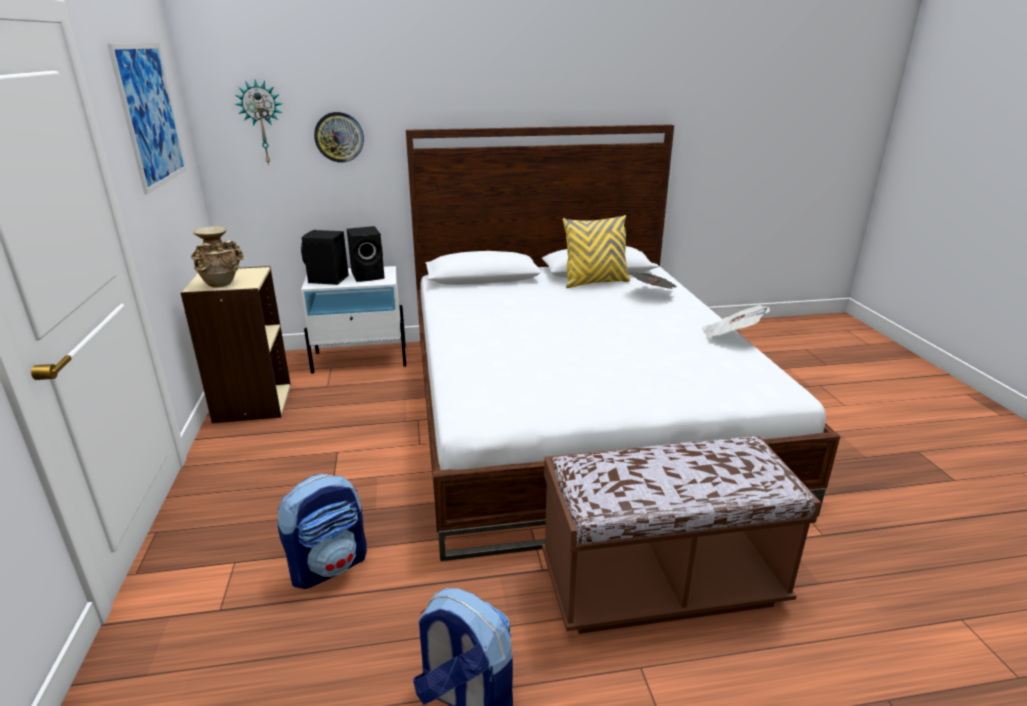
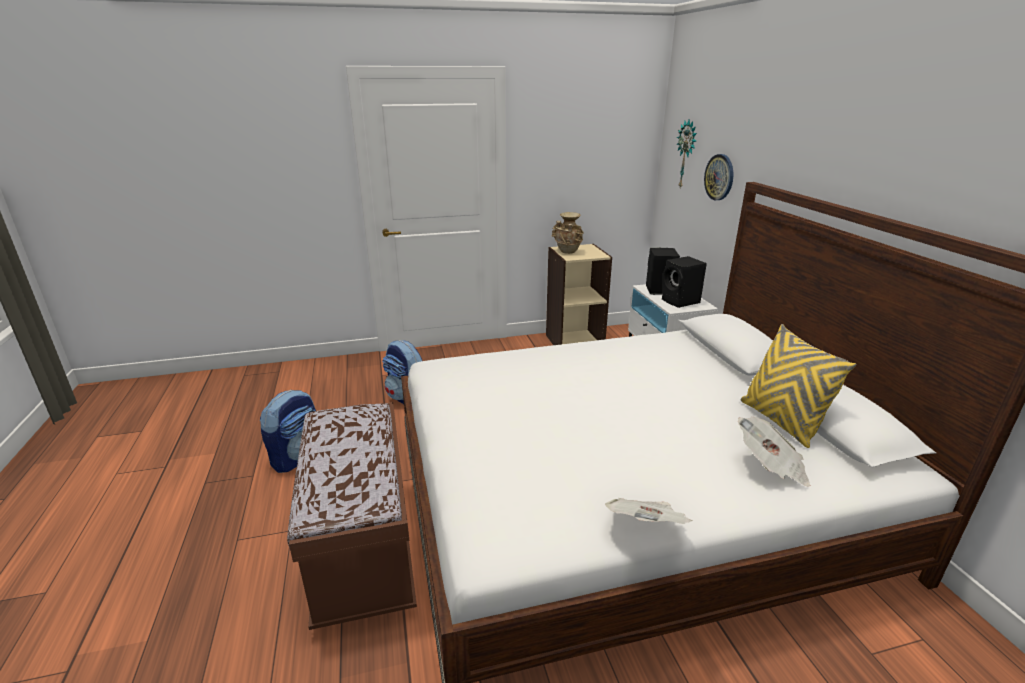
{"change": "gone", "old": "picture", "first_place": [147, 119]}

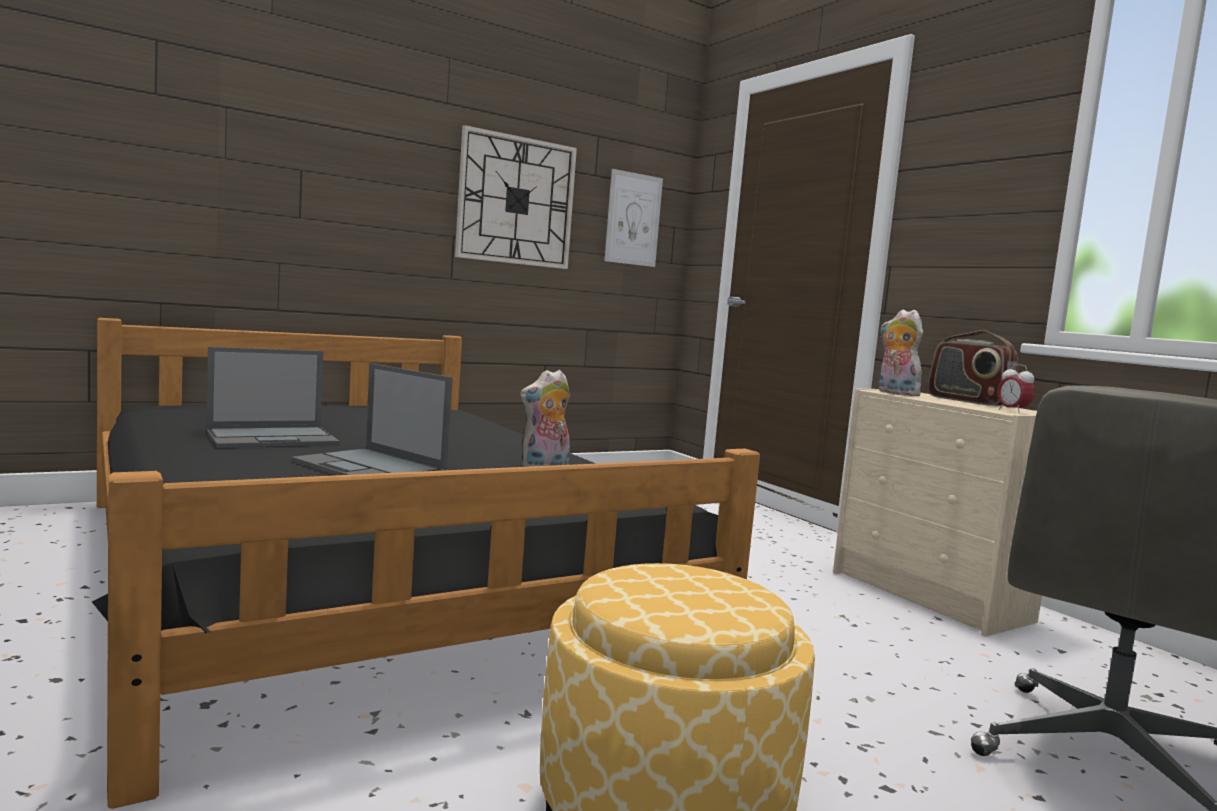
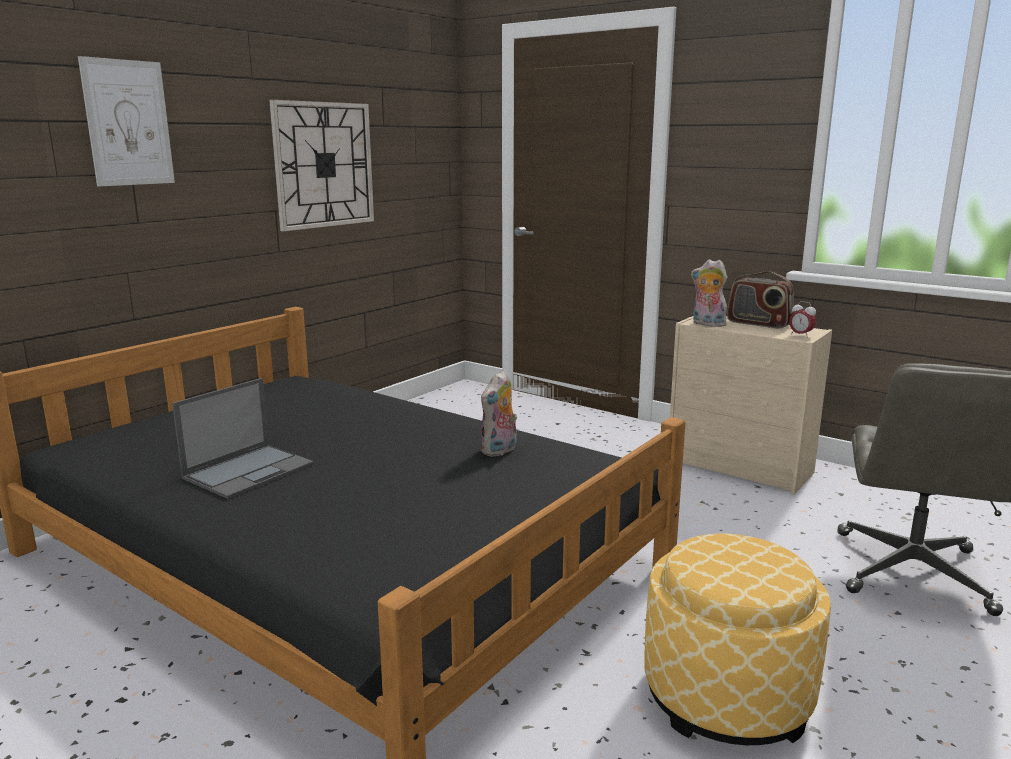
{"change": "shifted", "old": "picture", "first_place": [633, 218], "second_place": [126, 121]}
{"change": "gone", "old": "notebook computer", "first_place": [372, 419]}

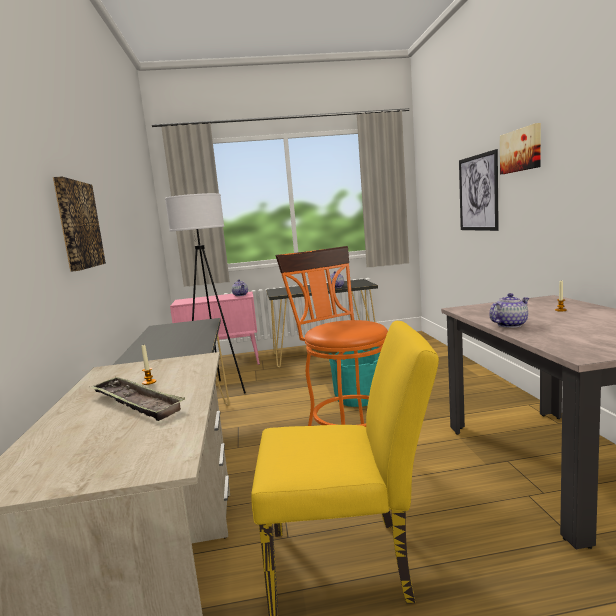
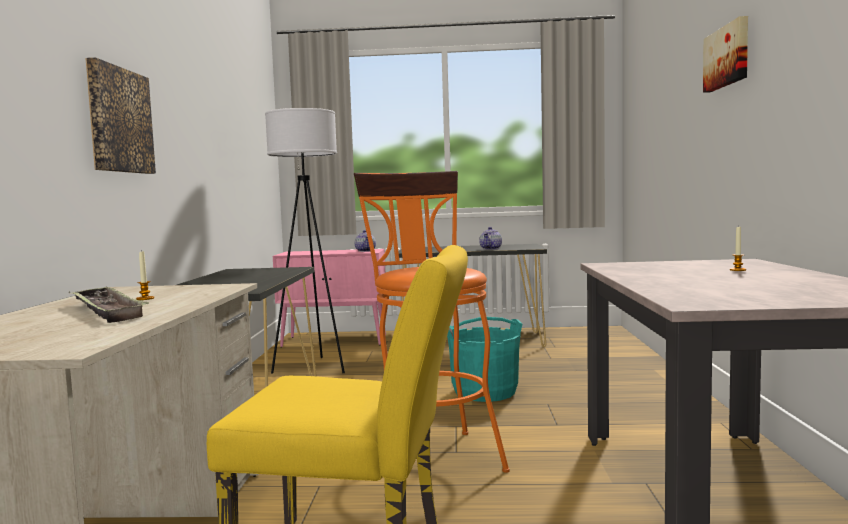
{"change": "gone", "old": "picture", "first_place": [479, 190]}
{"change": "gone", "old": "pot for tea", "first_place": [509, 310]}

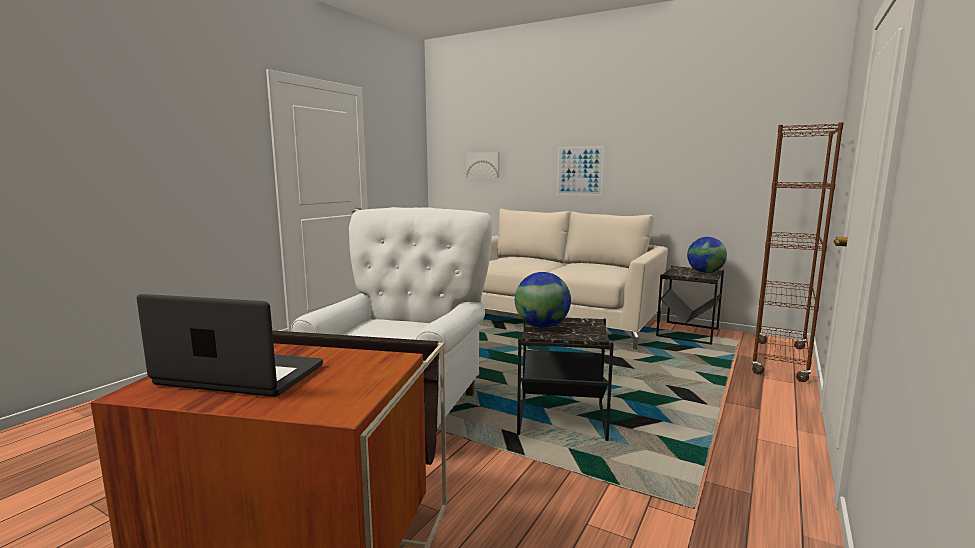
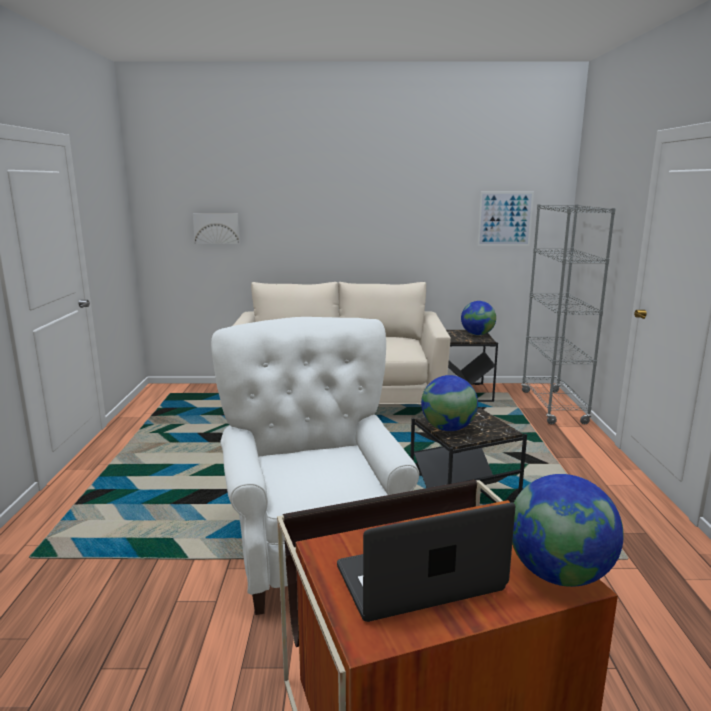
{"change": "repainted", "old": "brown-coloured bookshelf", "new": "gray bookshelf", "first_place": [797, 252], "second_place": [568, 314]}
{"change": "shifted", "old": "picture", "first_place": [580, 171], "second_place": [506, 219]}
{"change": "new", "new": "globe", "second_place": [568, 530]}

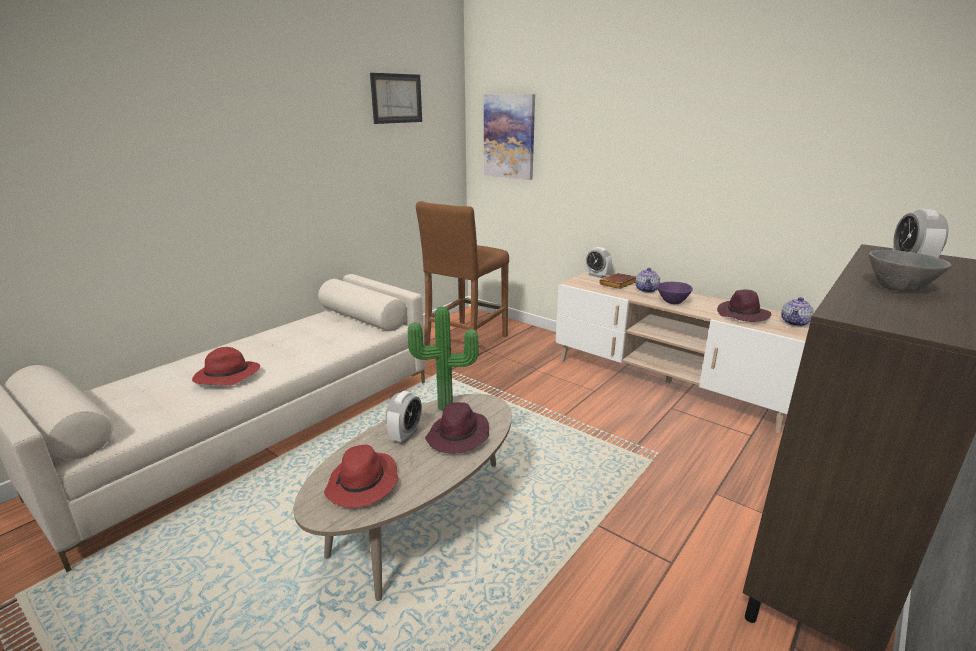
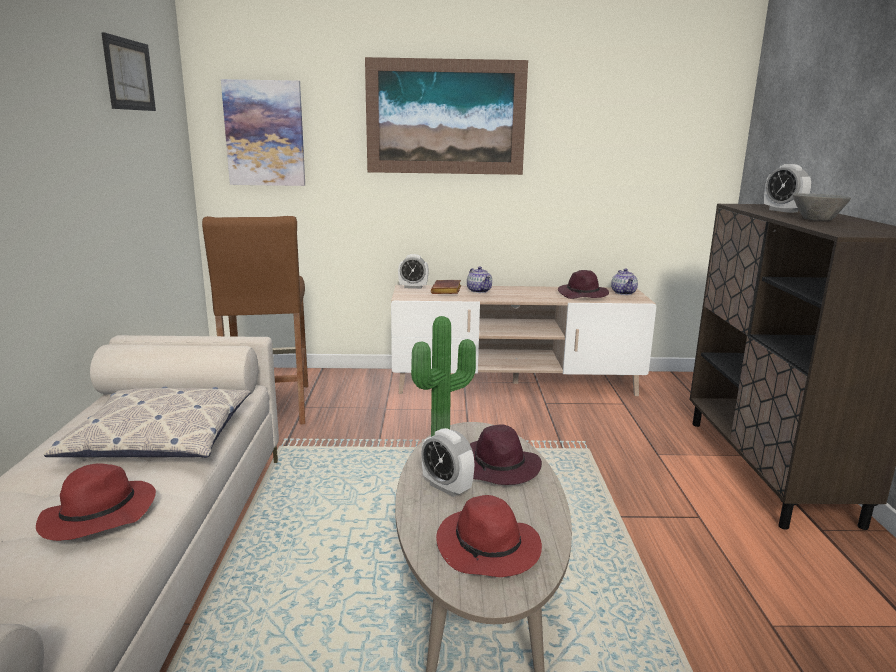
{"change": "gone", "old": "purple-coloured serving bowl", "first_place": [675, 293]}
{"change": "rotated", "old": "bedside clock", "first_place": [404, 417], "second_place": [447, 462], "degrees": 150}
{"change": "new", "new": "picture", "second_place": [446, 116]}
{"change": "new", "new": "cushion", "second_place": [147, 422]}

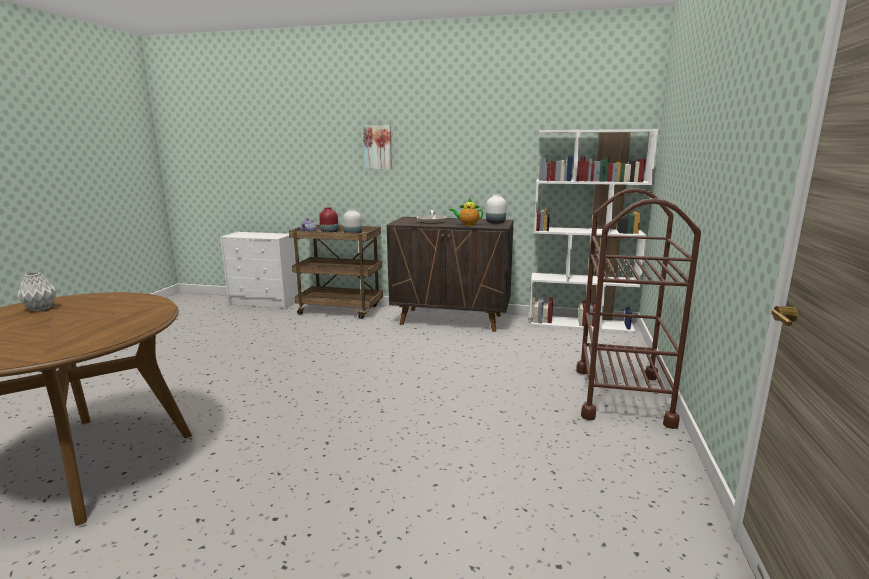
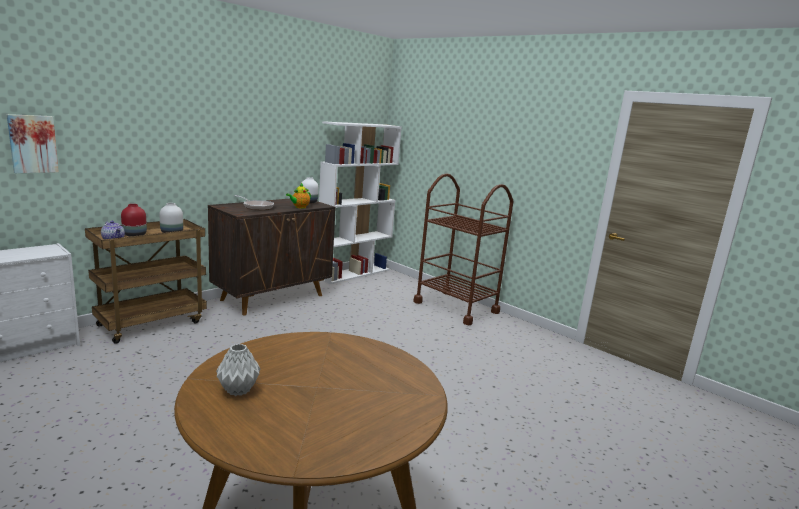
{"change": "shifted", "old": "picture", "first_place": [377, 147], "second_place": [33, 143]}

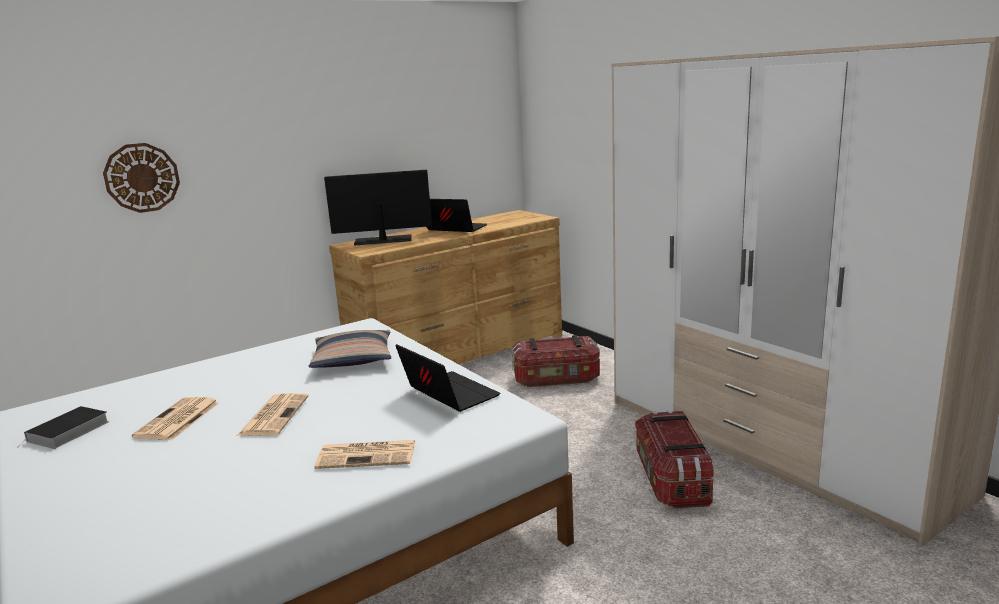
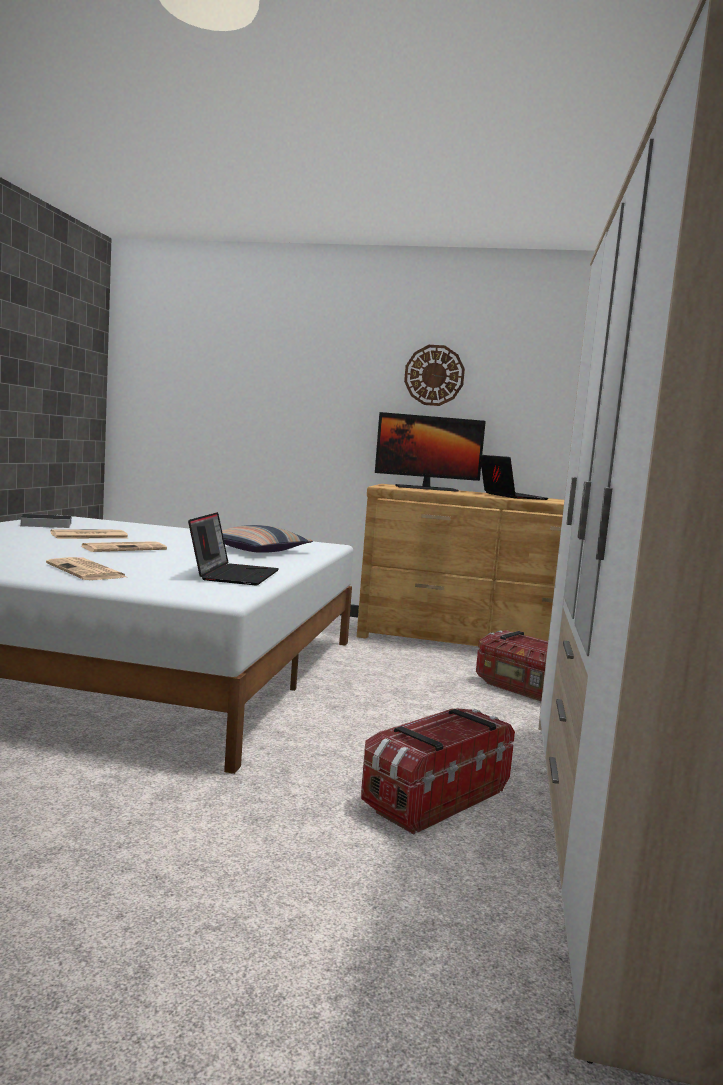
{"change": "shifted", "old": "wall clock", "first_place": [141, 178], "second_place": [434, 375]}
{"change": "rotated", "old": "computer screen", "first_place": [378, 208], "second_place": [430, 452], "degrees": 135}

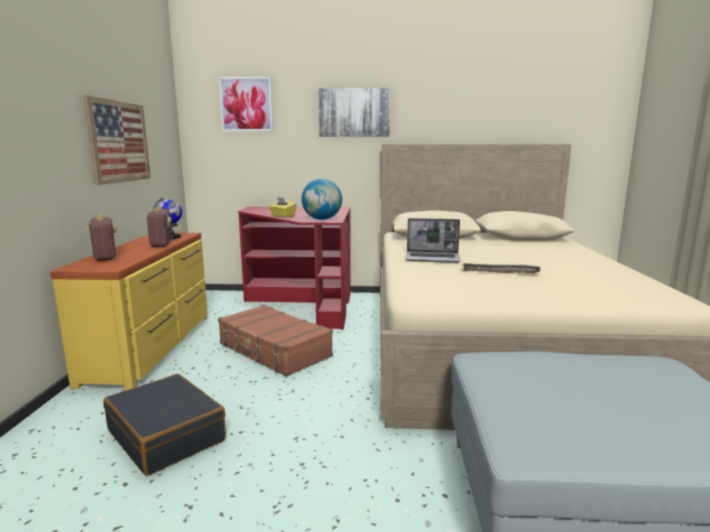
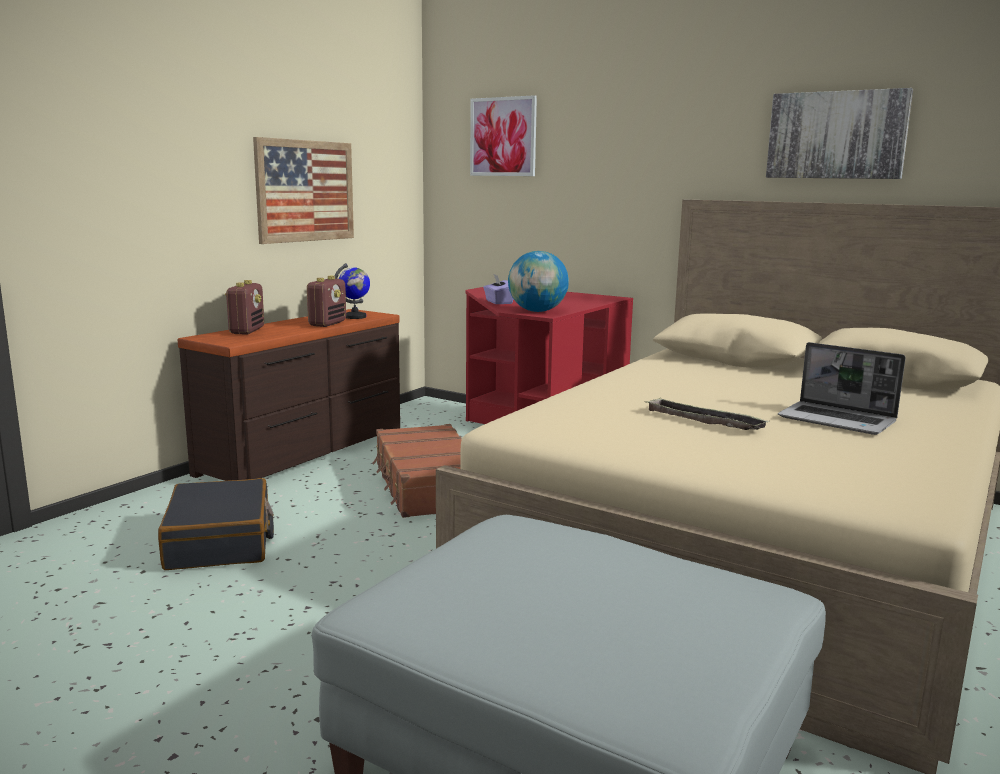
{"change": "shifted", "old": "picture", "first_place": [355, 112], "second_place": [839, 133]}
{"change": "repainted", "old": "yellow tissue holder", "new": "purple-coloured tissue holder", "first_place": [282, 207], "second_place": [498, 289]}
{"change": "shifted", "old": "notebook computer", "first_place": [432, 240], "second_place": [842, 388]}
{"change": "repainted", "old": "yellow drawer chest", "new": "brown-coloured drawer chest", "first_place": [129, 311], "second_place": [288, 395]}

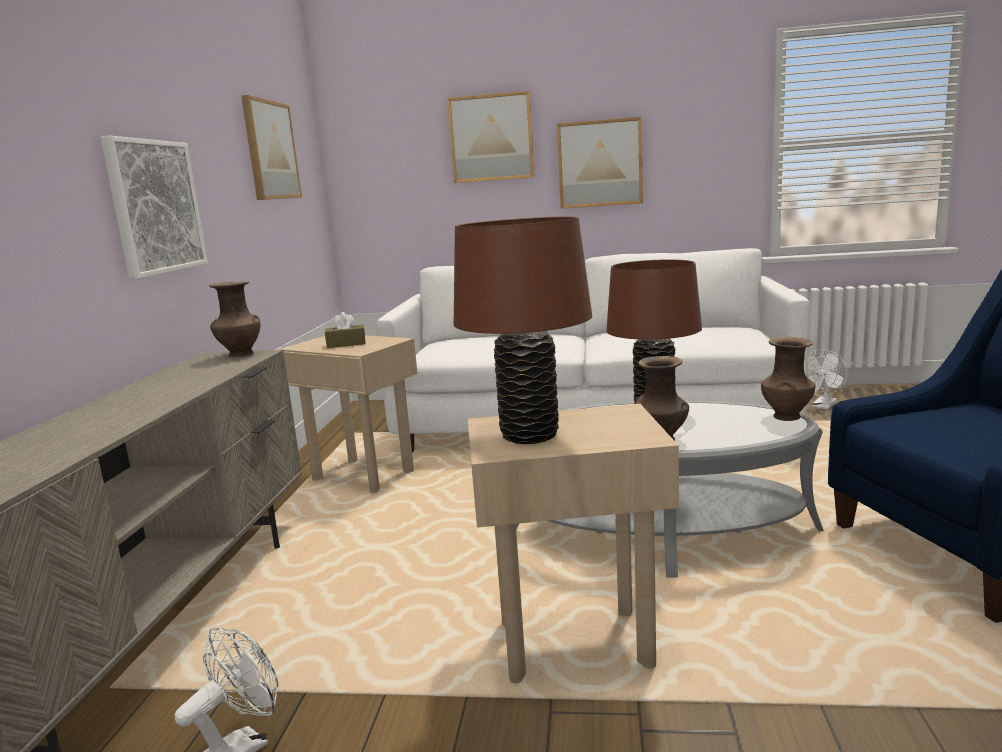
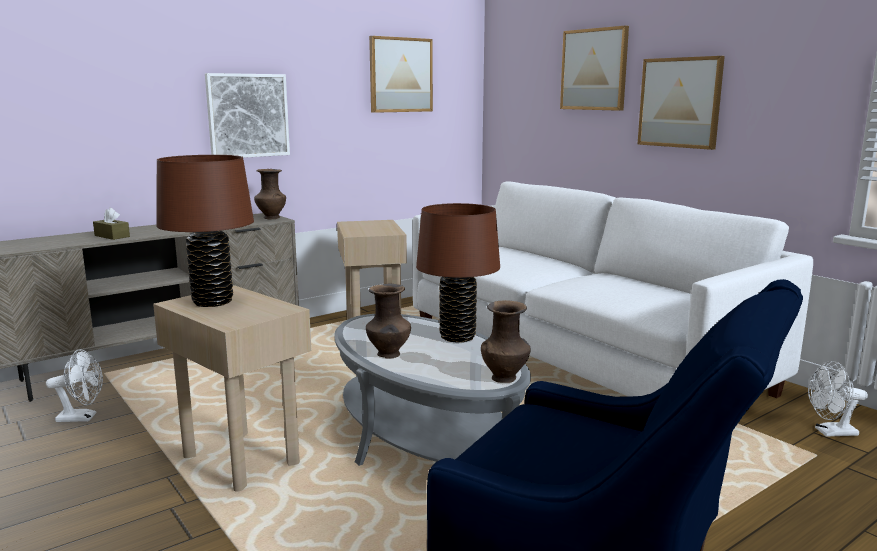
{"change": "shifted", "old": "brown-coloured tissue holder", "first_place": [345, 330], "second_place": [111, 224]}

